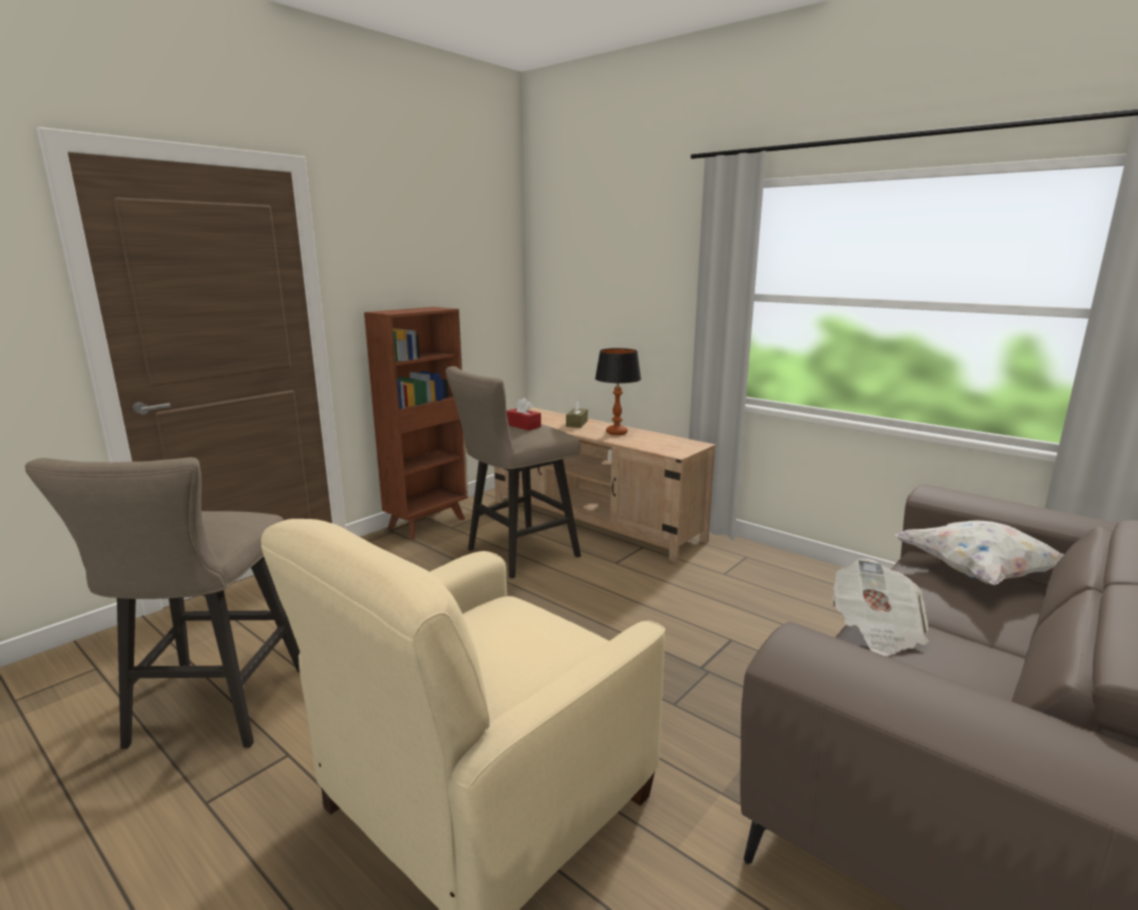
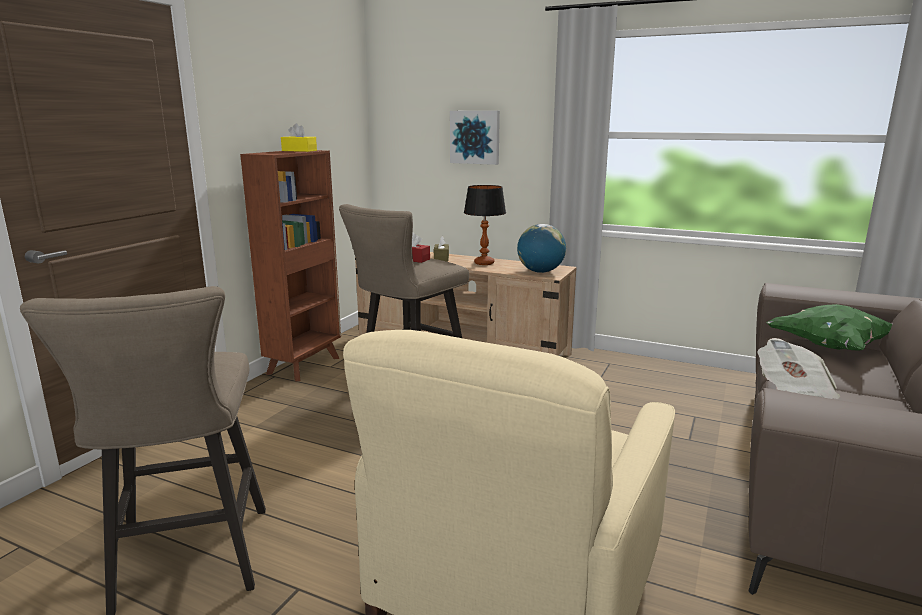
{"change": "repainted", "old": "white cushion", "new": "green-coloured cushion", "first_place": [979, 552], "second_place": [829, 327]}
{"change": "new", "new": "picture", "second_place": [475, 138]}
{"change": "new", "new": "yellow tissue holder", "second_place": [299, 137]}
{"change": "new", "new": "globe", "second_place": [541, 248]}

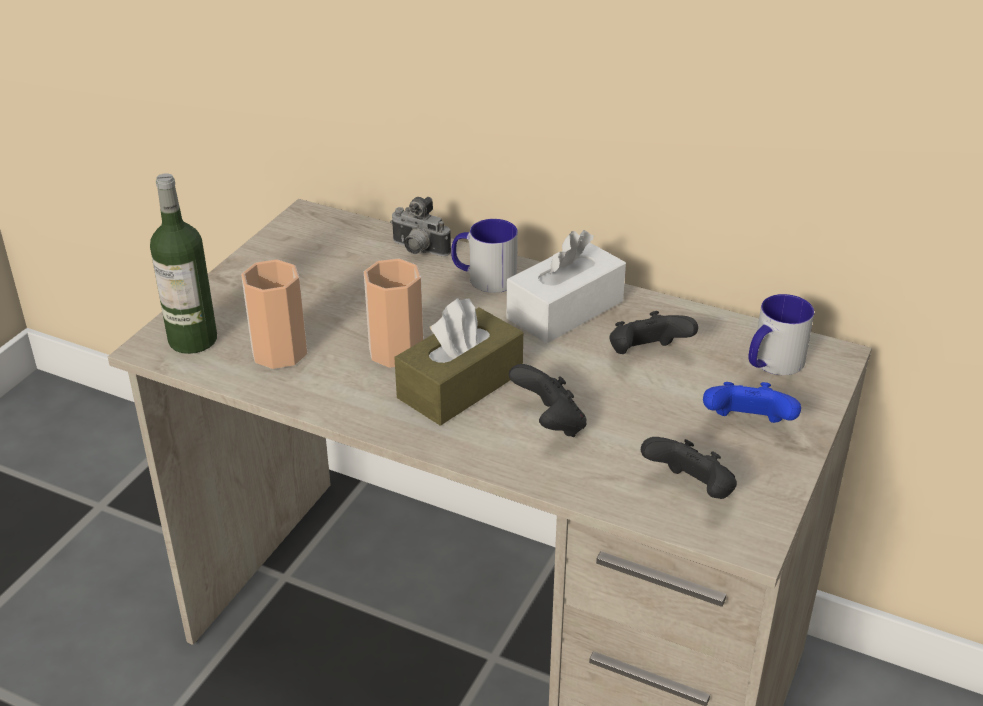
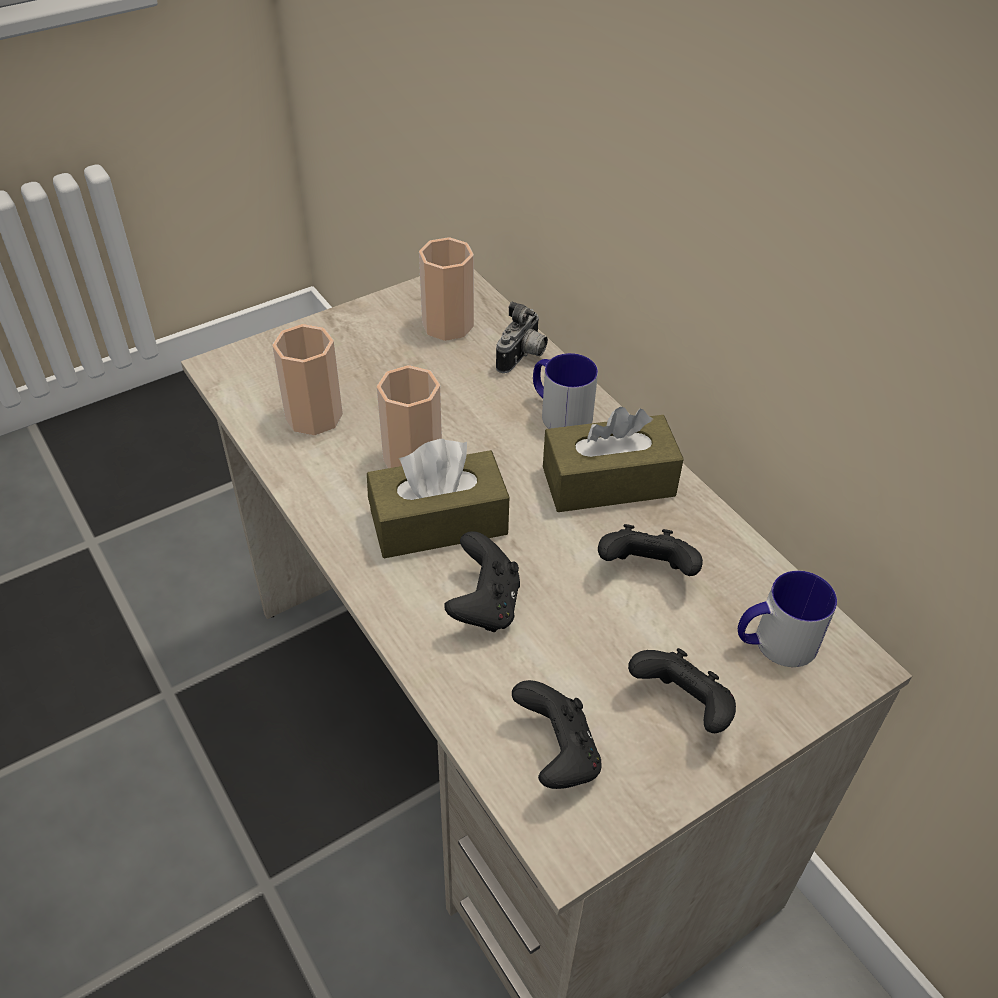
{"change": "gone", "old": "drink bottle", "first_place": [183, 263]}
{"change": "rotated", "old": "photo camera", "first_place": [420, 226], "second_place": [522, 337], "degrees": -120}
{"change": "repainted", "old": "white tissue holder", "new": "brown-coloured tissue holder", "first_place": [566, 287], "second_place": [613, 459]}
{"change": "repainted", "old": "blue-coloured gamepad", "new": "black gamepad", "first_place": [752, 402], "second_place": [682, 690]}
{"change": "new", "new": "cup", "second_place": [446, 289]}

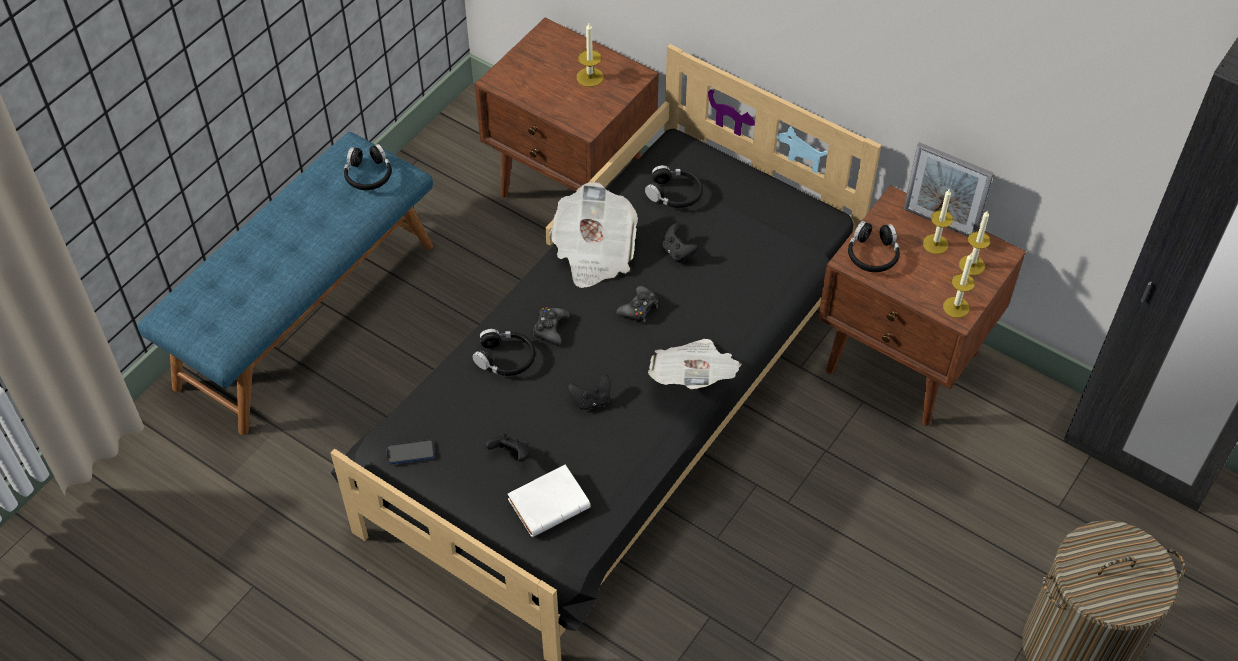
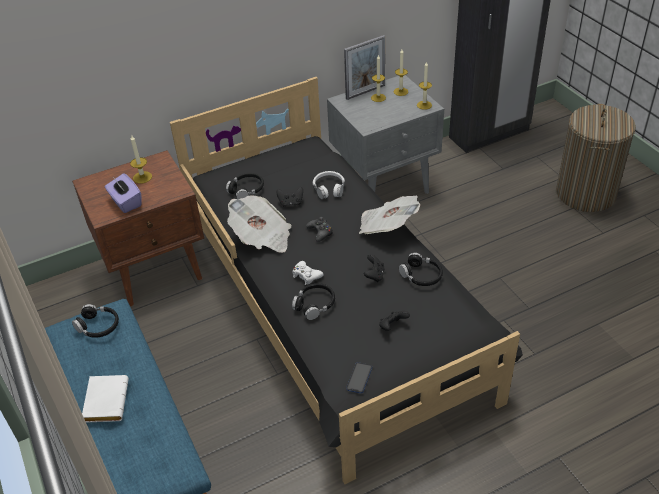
{"change": "repainted", "old": "brown-coloured nightstand", "new": "gray nightstand", "first_place": [922, 305], "second_place": [385, 134]}
{"change": "shifted", "old": "black pair of headphones", "first_place": [874, 246], "second_place": [421, 269]}
{"change": "repainted", "old": "black gamepad", "new": "white gamepad", "first_place": [551, 326], "second_place": [308, 273]}
{"change": "shifted", "old": "white book", "first_place": [549, 500], "second_place": [105, 399]}
{"change": "new", "new": "white pair of headphones", "second_place": [329, 185]}
{"change": "new", "new": "purple-coloured tissue holder", "second_place": [123, 193]}

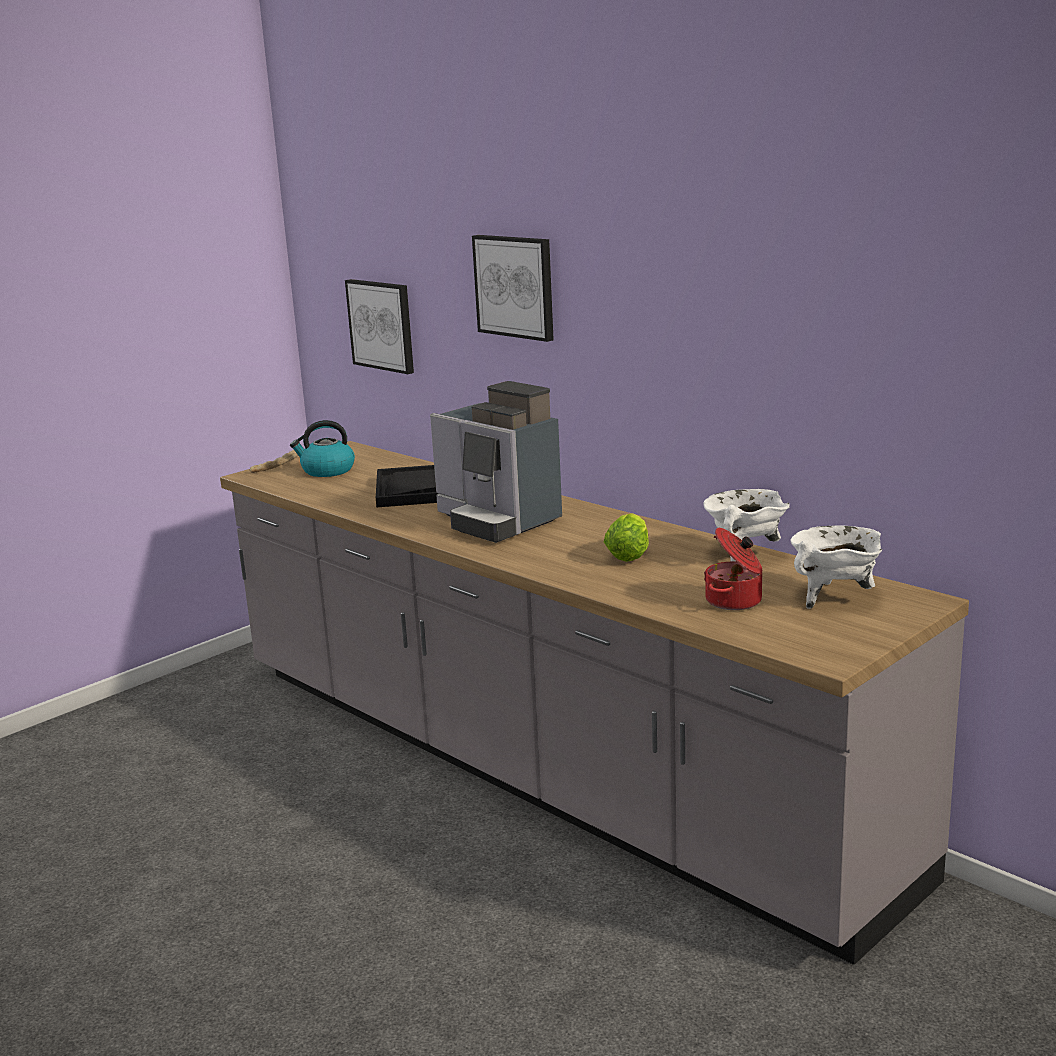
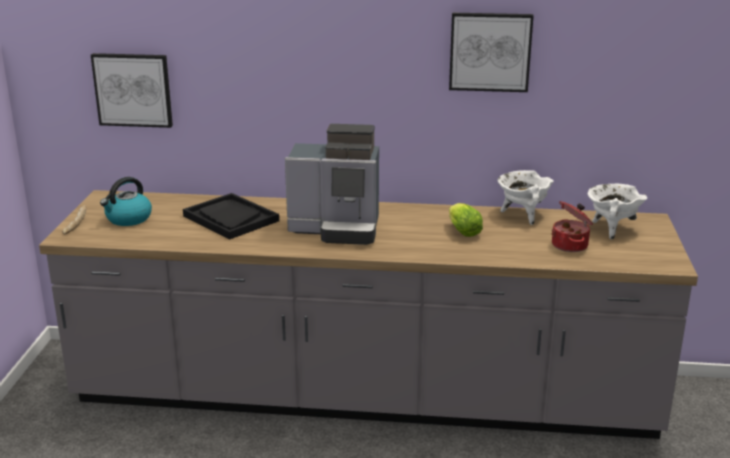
{"change": "shifted", "old": "picture", "first_place": [513, 288], "second_place": [491, 52]}

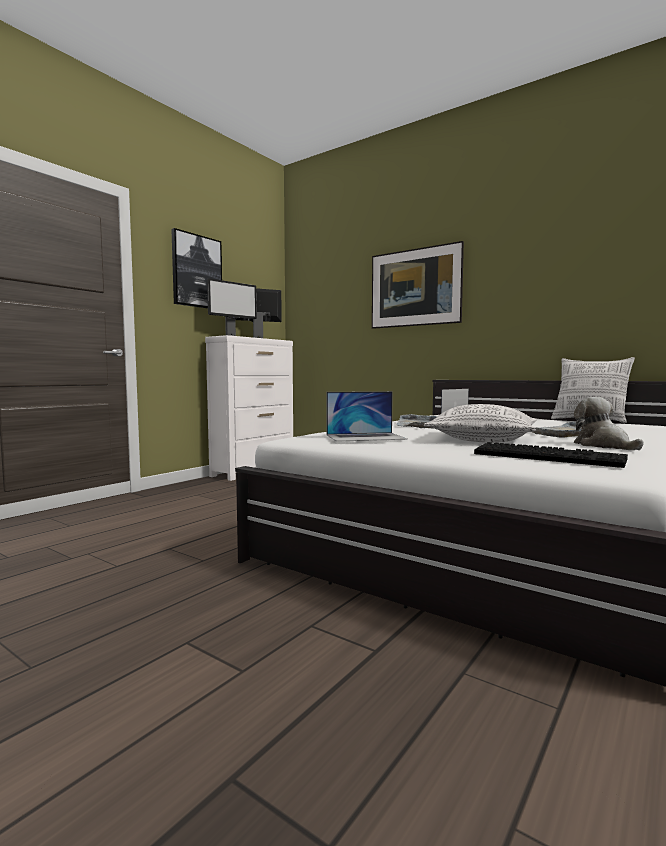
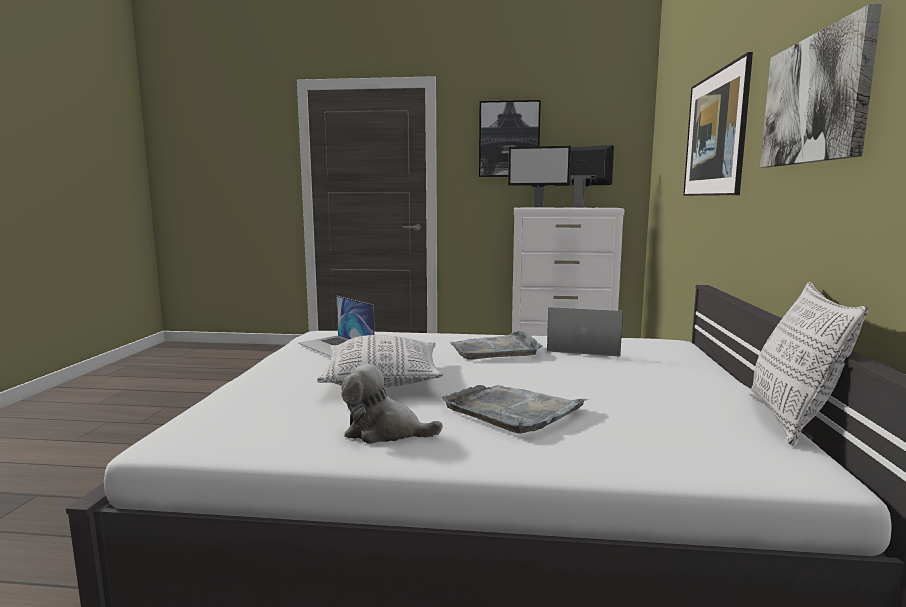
{"change": "rotated", "old": "plush toy", "first_place": [609, 423], "second_place": [392, 404], "degrees": -120}
{"change": "gone", "old": "computer keyboard", "first_place": [551, 455]}
{"change": "new", "new": "picture", "second_place": [821, 85]}

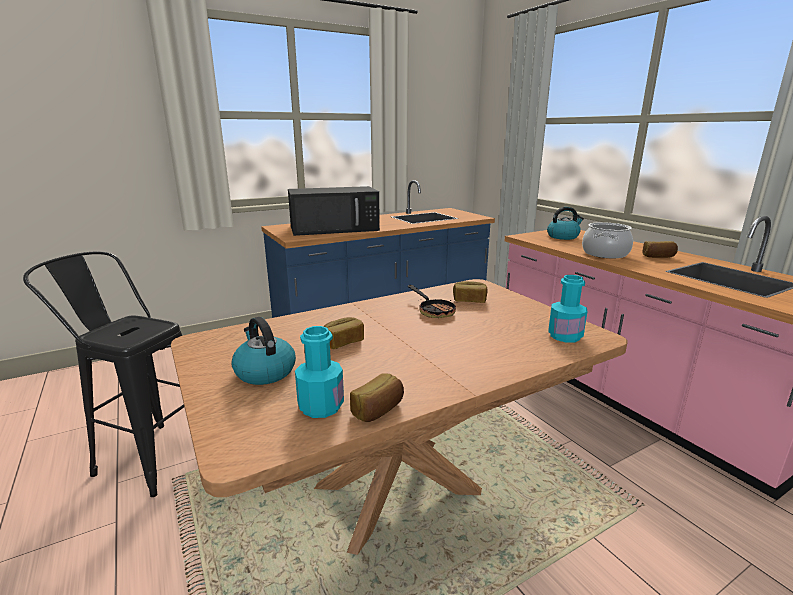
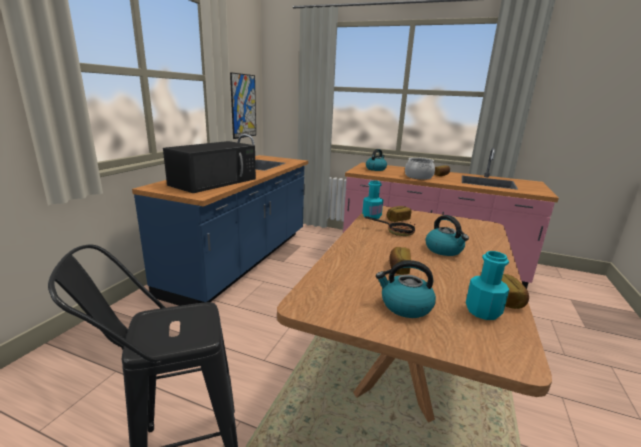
{"change": "shifted", "old": "blue-green drink bottle", "first_place": [567, 308], "second_place": [372, 199]}
{"change": "new", "new": "picture", "second_place": [243, 105]}
{"change": "new", "new": "water kettle", "second_place": [447, 235]}

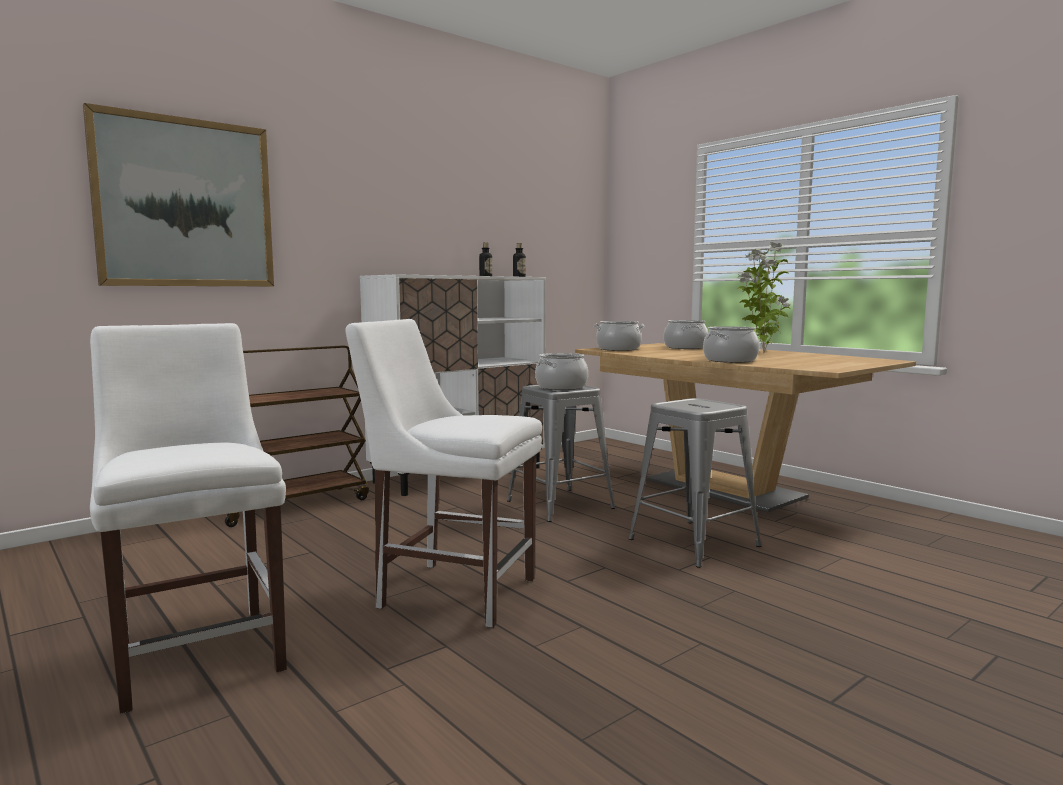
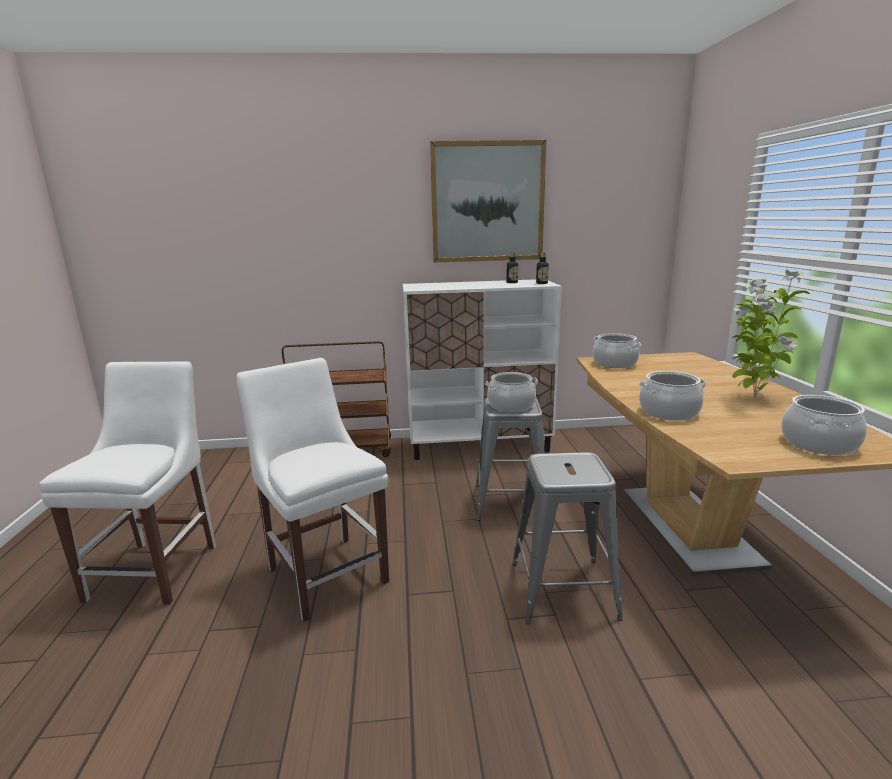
{"change": "shifted", "old": "picture", "first_place": [178, 194], "second_place": [488, 201]}
{"change": "shifted", "old": "saucepot", "first_place": [686, 334], "second_place": [824, 425]}

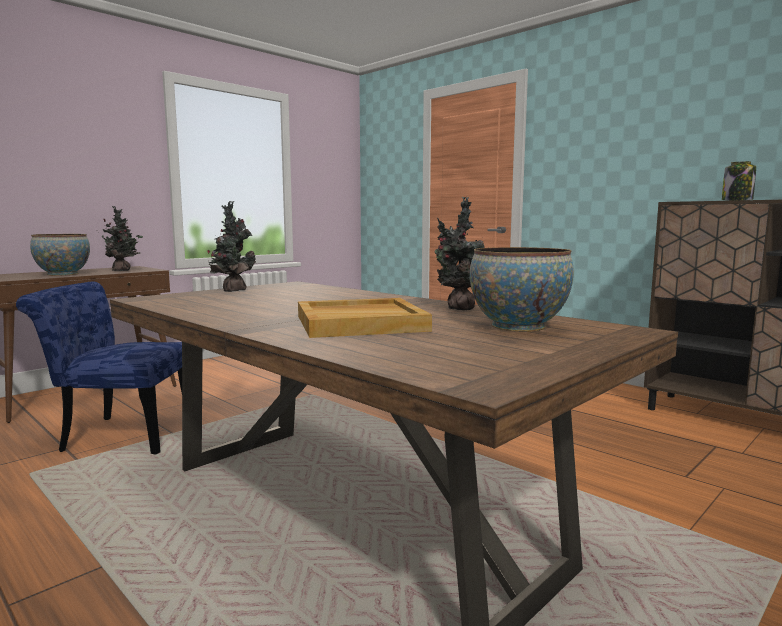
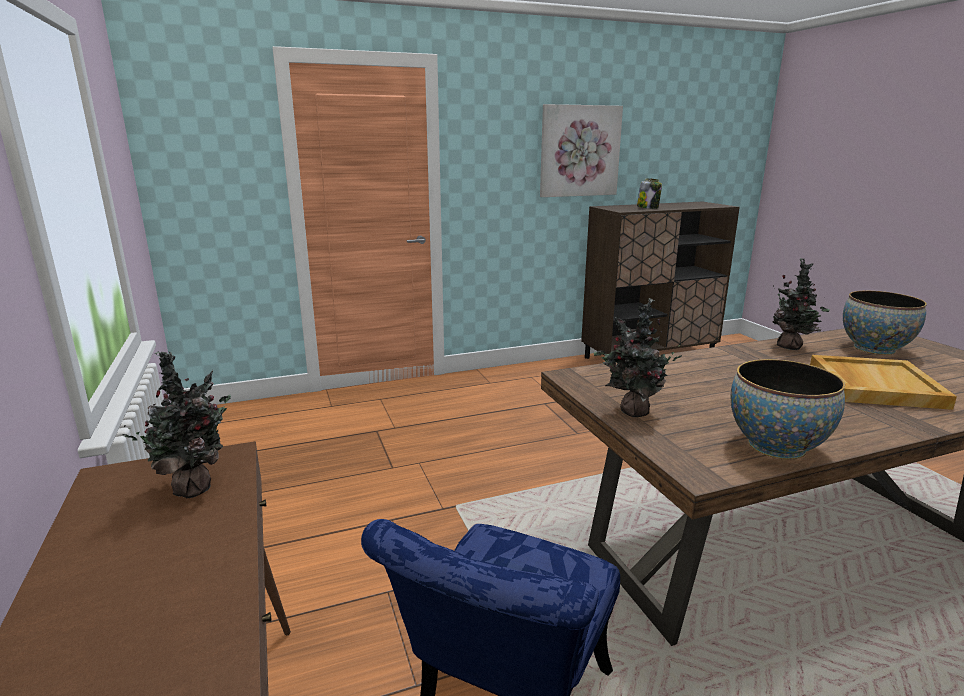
{"change": "shifted", "old": "serving bowl", "first_place": [60, 255], "second_place": [788, 409]}
{"change": "new", "new": "picture", "second_place": [581, 150]}

